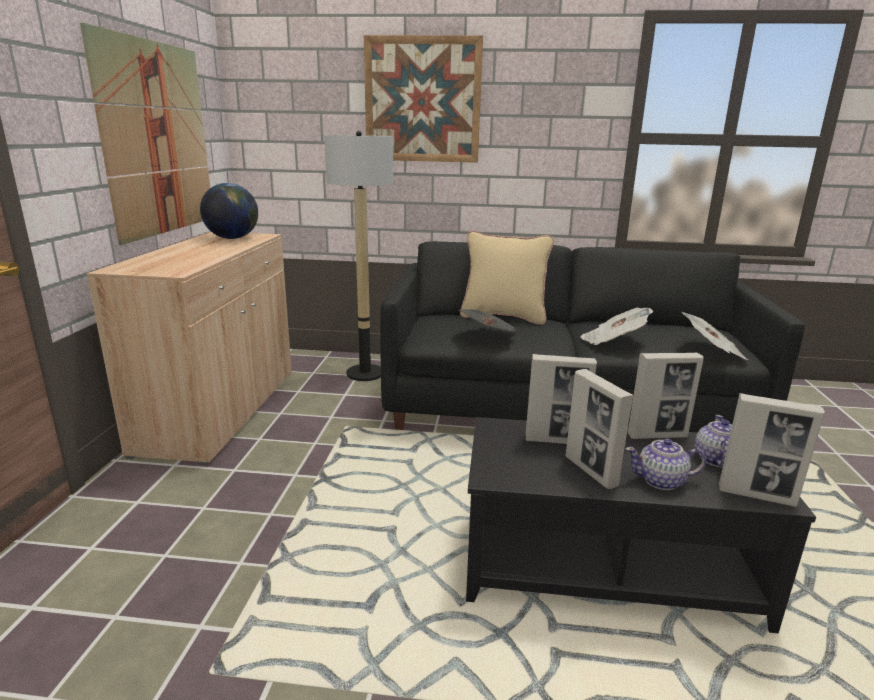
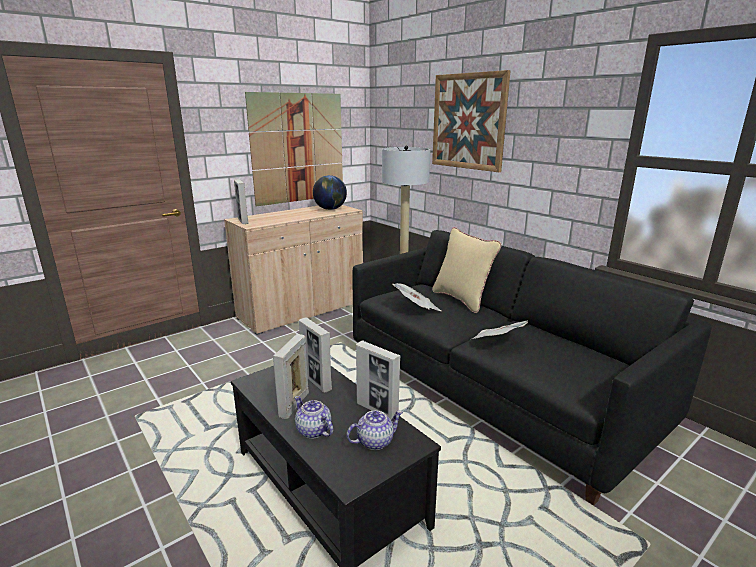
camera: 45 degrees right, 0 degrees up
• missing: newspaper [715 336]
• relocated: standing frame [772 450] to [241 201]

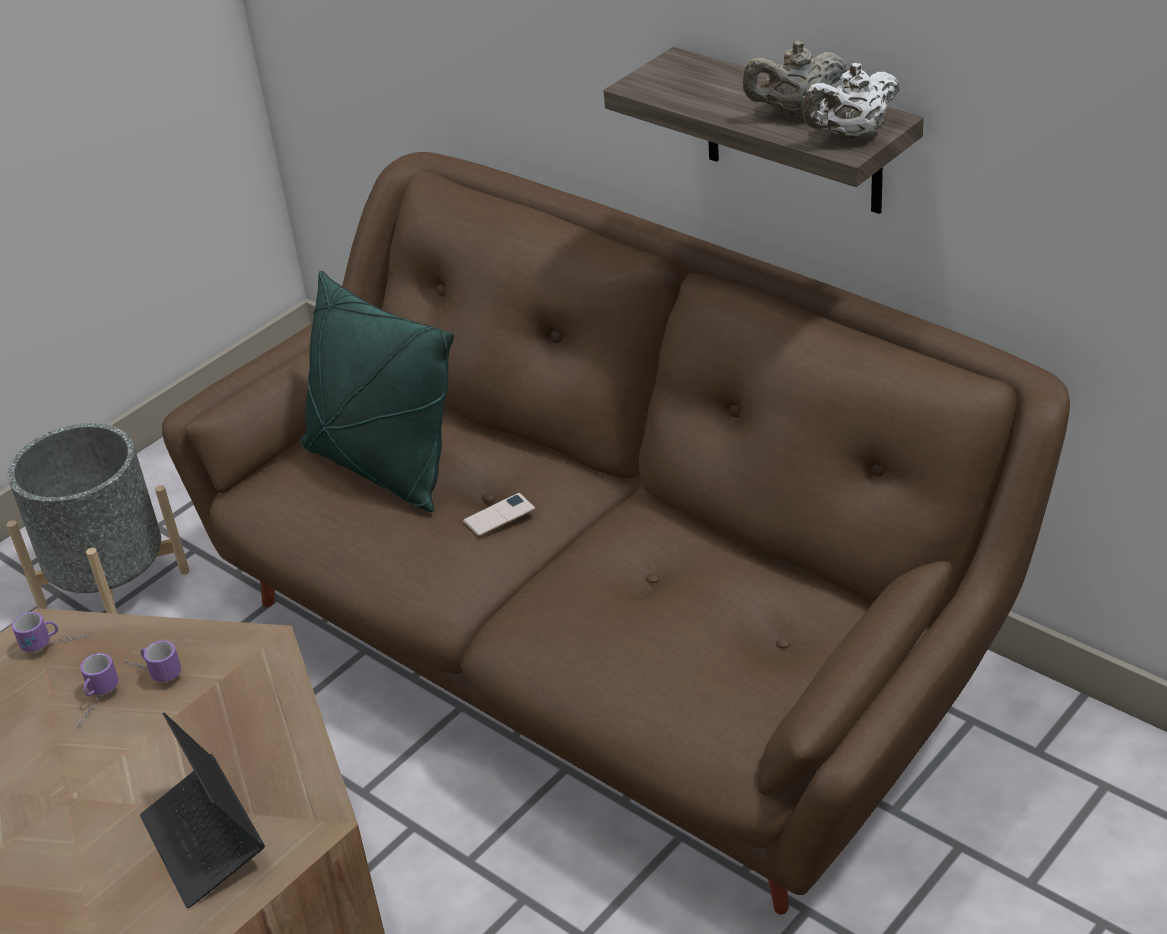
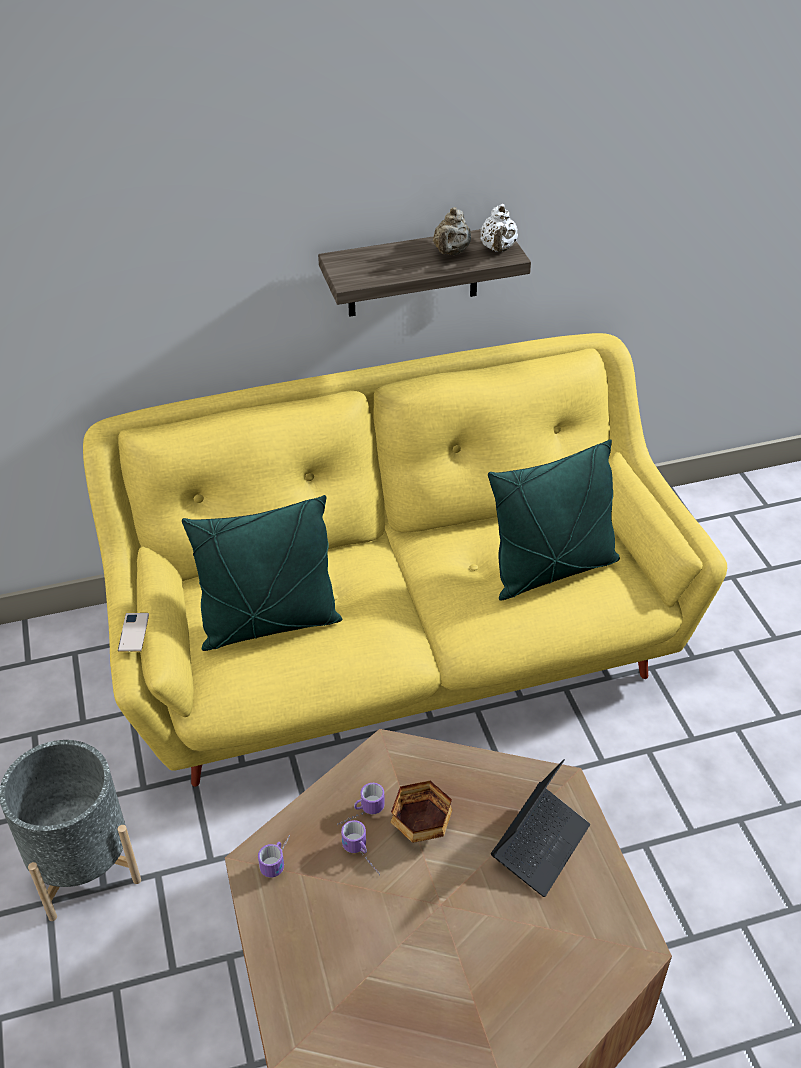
camera: 60 degrees left, 5 degrees up
• spun: notebook computer [202 810] = [540 828] 60 degrees counterclockwise
• colour: brown-coloured sofa [616 533] to yellowish sofa [405 560]
• relocated: telephone [499 515] to [133 632]
• appeared: bowl [421 812]
• appeared: green-coloured pillow [554 519]

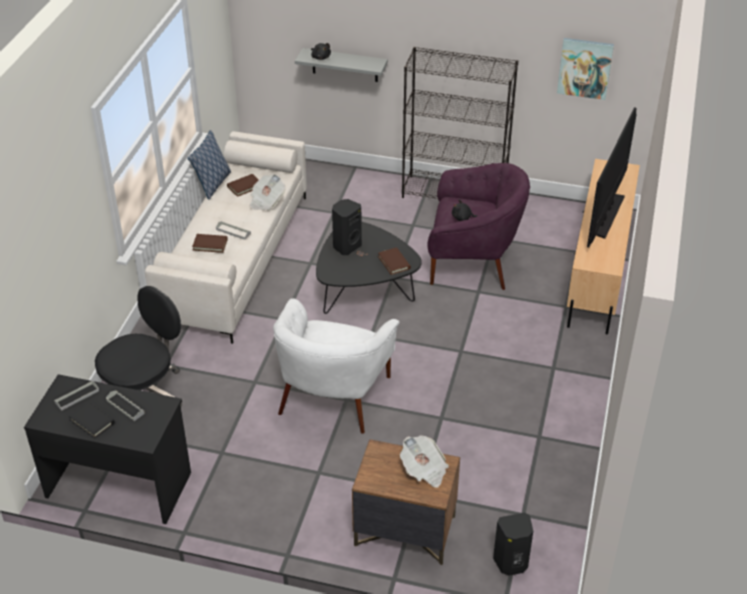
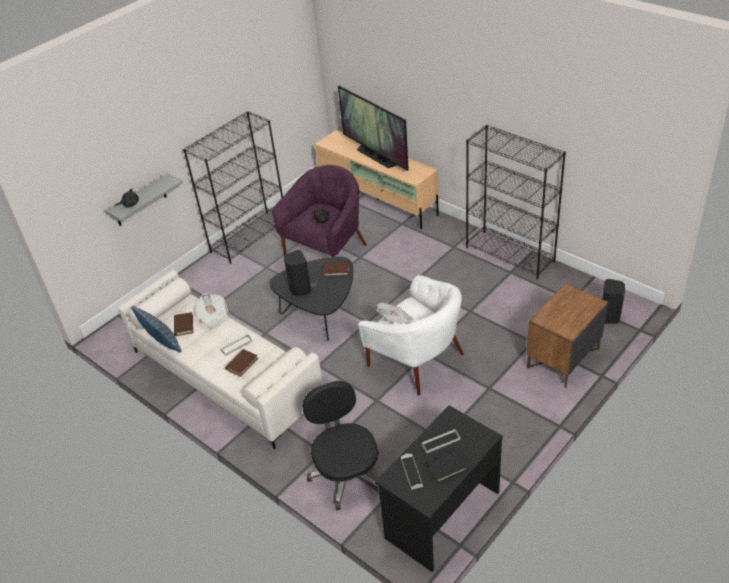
camera: 60 degrees left, 0 degrees up
• relocated: newspaper [424 461] to [394 313]
• missing: picture [585 69]
• appeared: black-coloured shelving unit [516 202]

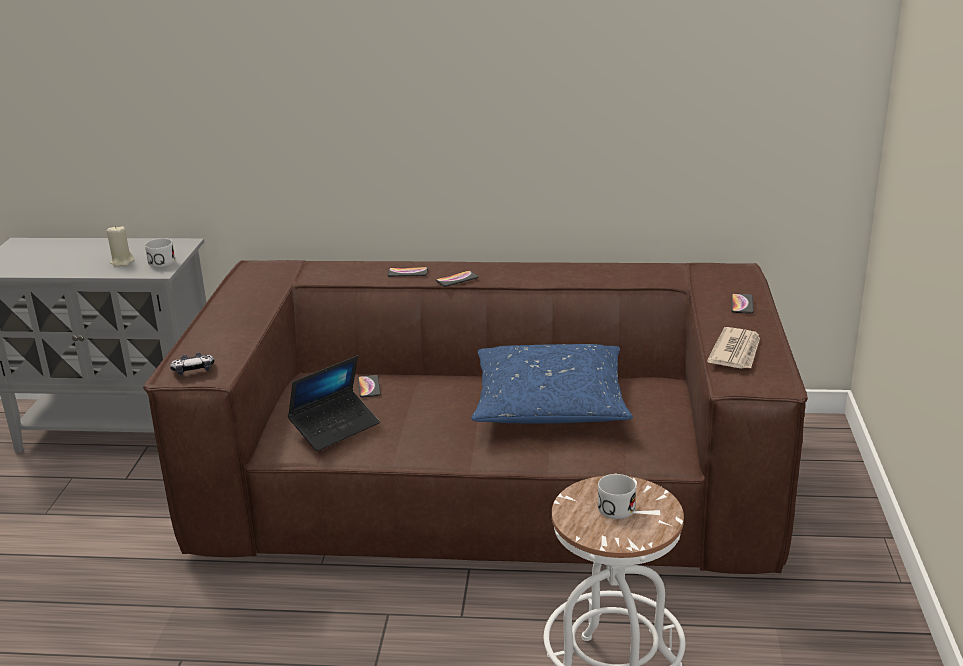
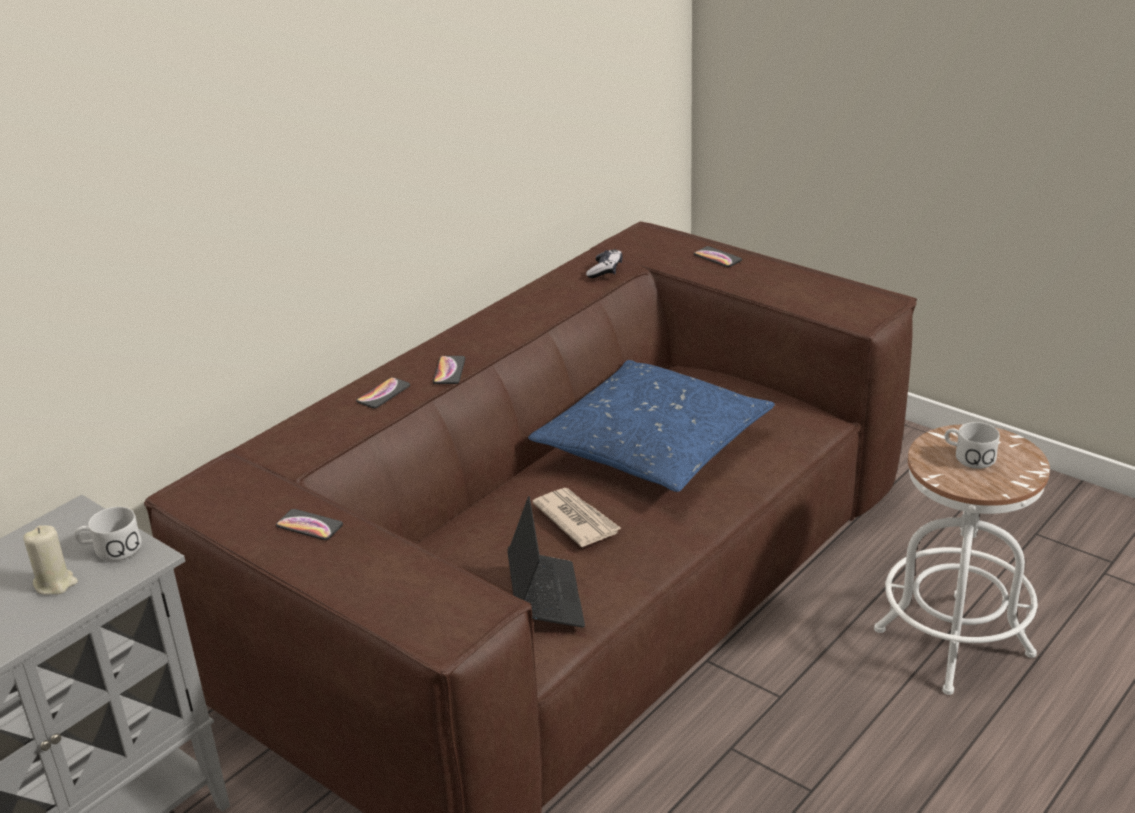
camera: 55 degrees left, 5 degrees up
• relocated: game controller [192 364] to [604 263]
• relocated: telephone [369 386] to [309 524]
• relocated: newspaper [733 348] to [577 517]

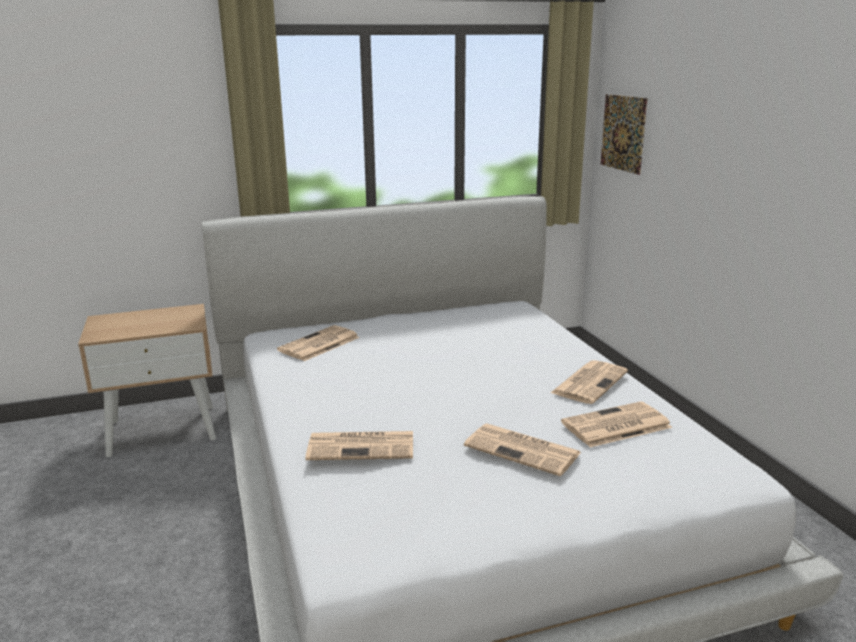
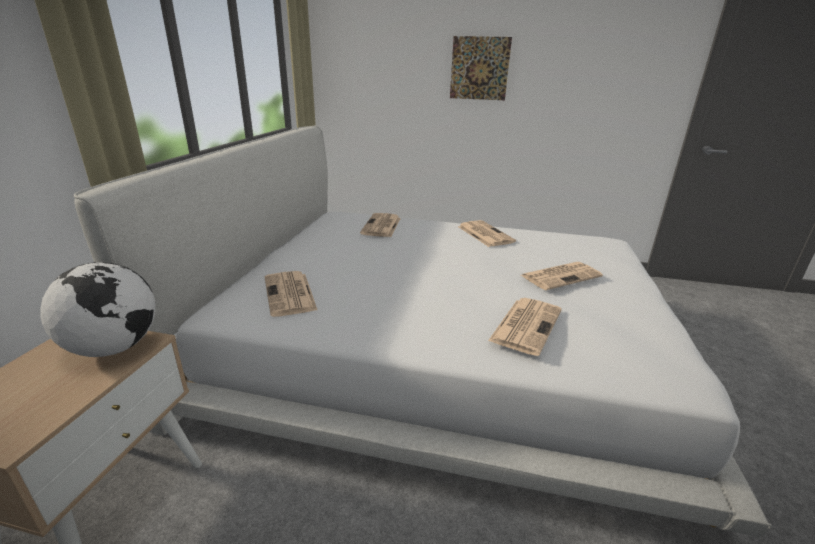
camera: 60 degrees left, 5 degrees up
• relocated: newspaper [616 424] to [380 225]
• relocated: picture [624 134] to [481 68]
• appeared: globe [98 309]

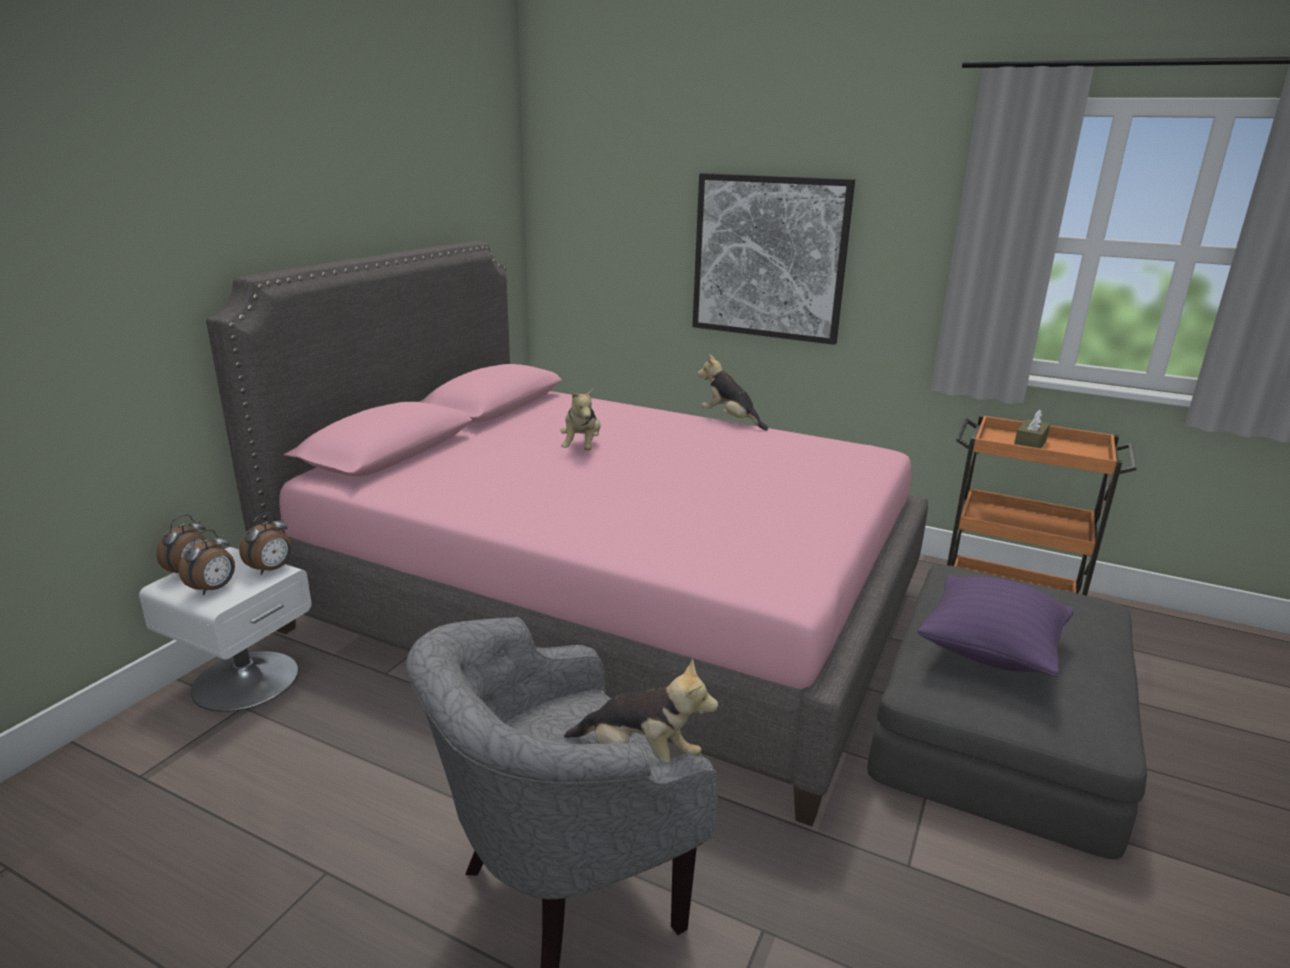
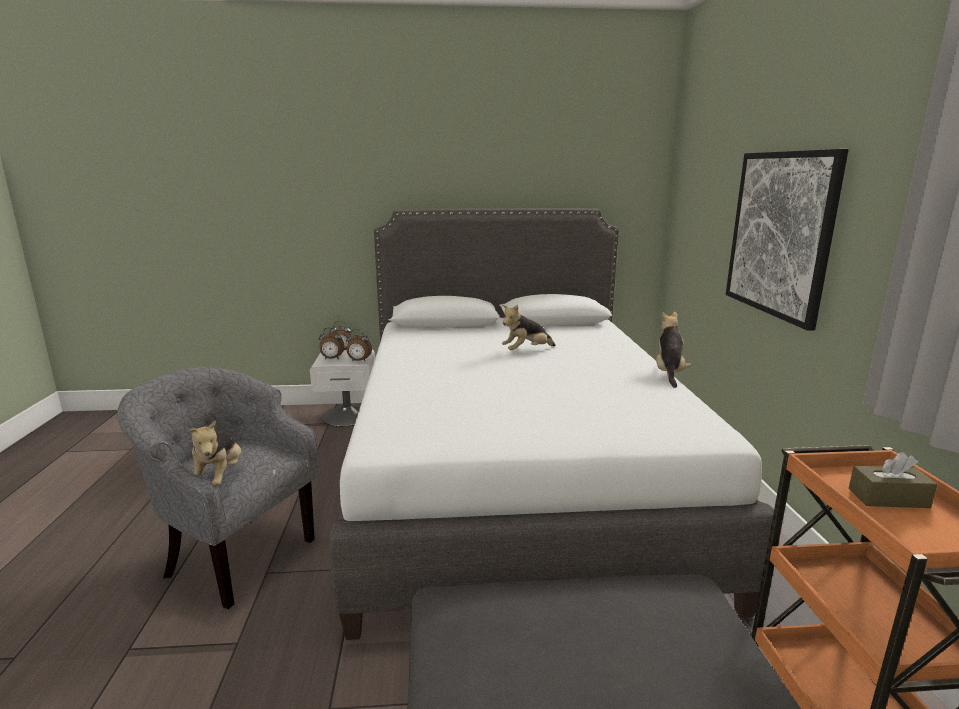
camera: 60 degrees right, 5 degrees down
• colour: pink bedroom bed [567 533] to white bedroom bed [551 424]
• missing: purplish pillow [995 626]

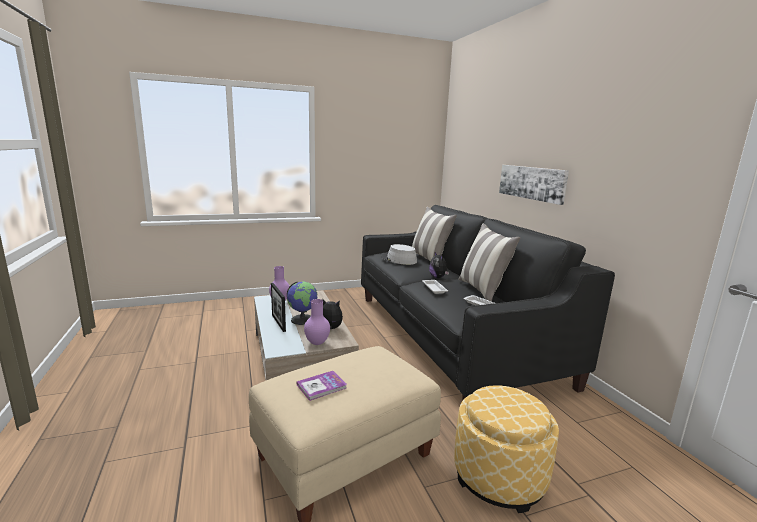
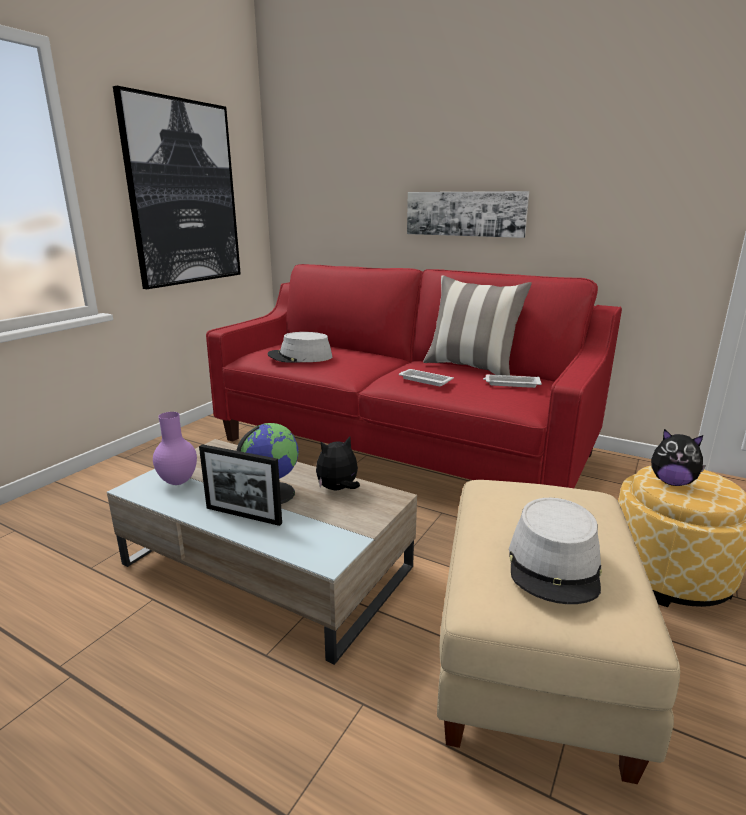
camera: 40 degrees left, 5 degrees up
• exchanged: book [322 386] to greyish hat [555 551]
• missing: purplish decorative vase [317 322]
• colour: black-coloured sofa [488 302] to red-coloured sofa [414 376]
• missing: pillow [434 234]
• relocated: plush toy [439 265] to [678 457]
• appeared: picture [177 187]

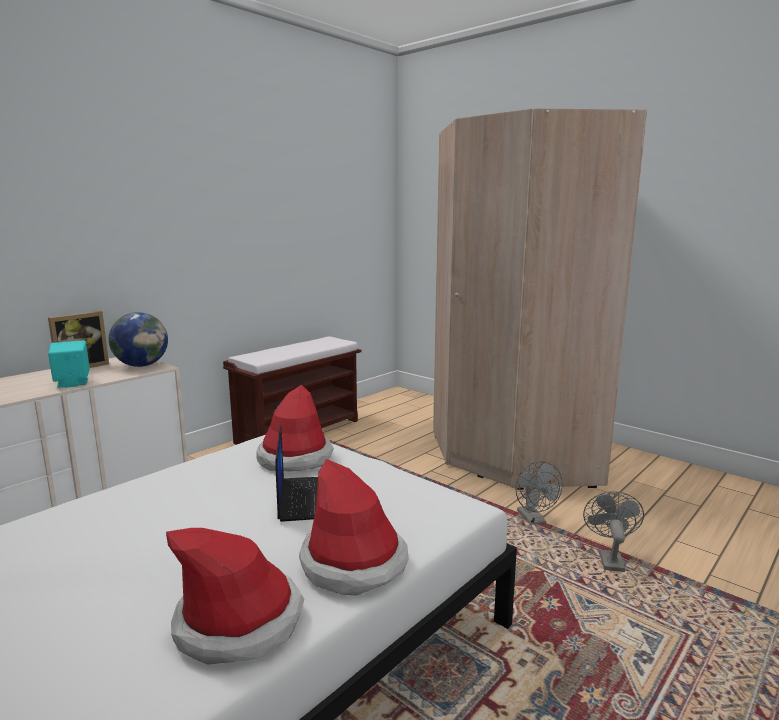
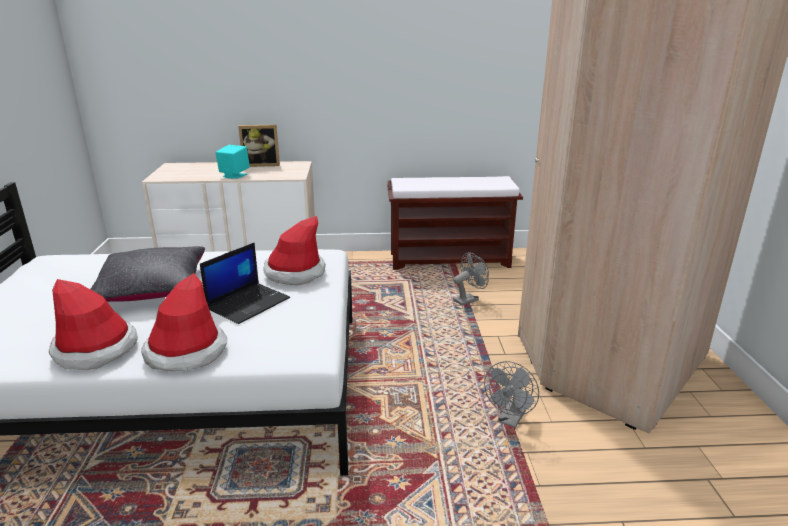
camera: 45 degrees right, 10 degrees up
• missing: globe [138 339]
• relocated: greyish electric fan [613 531] to [471 279]
• appeared: black-coloured pillow [147 274]

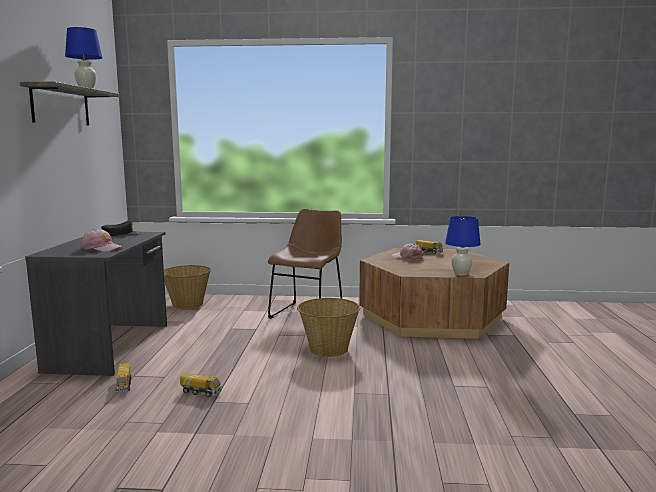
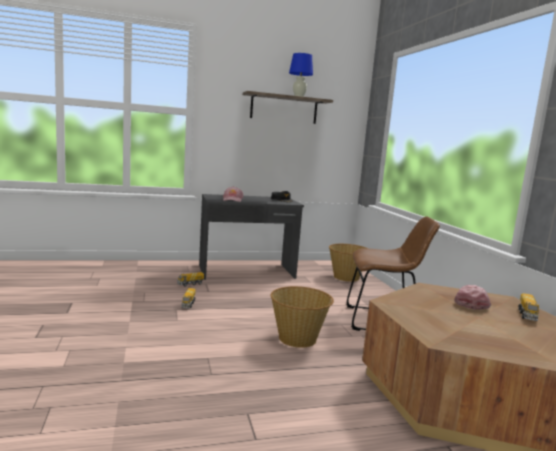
camera: 70 degrees right, 0 degrees up
• missing: bluish lamp for a table [463 246]

